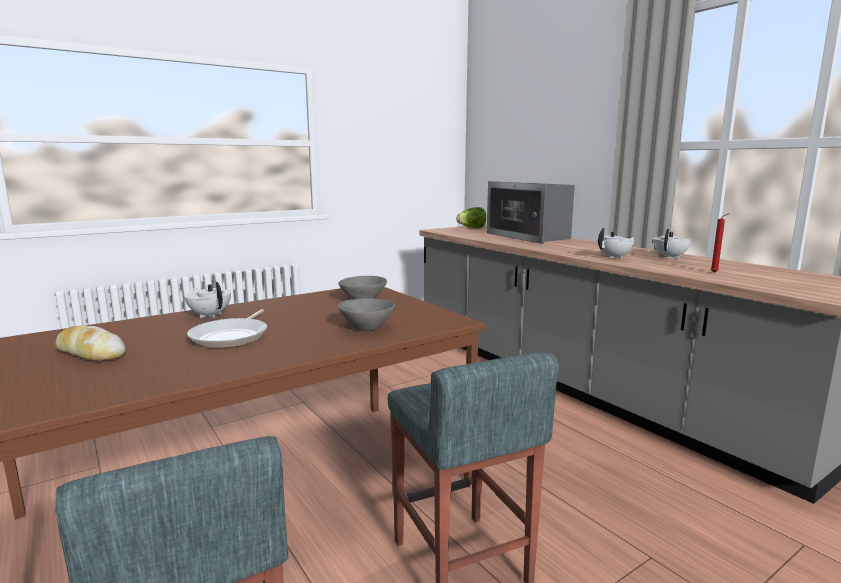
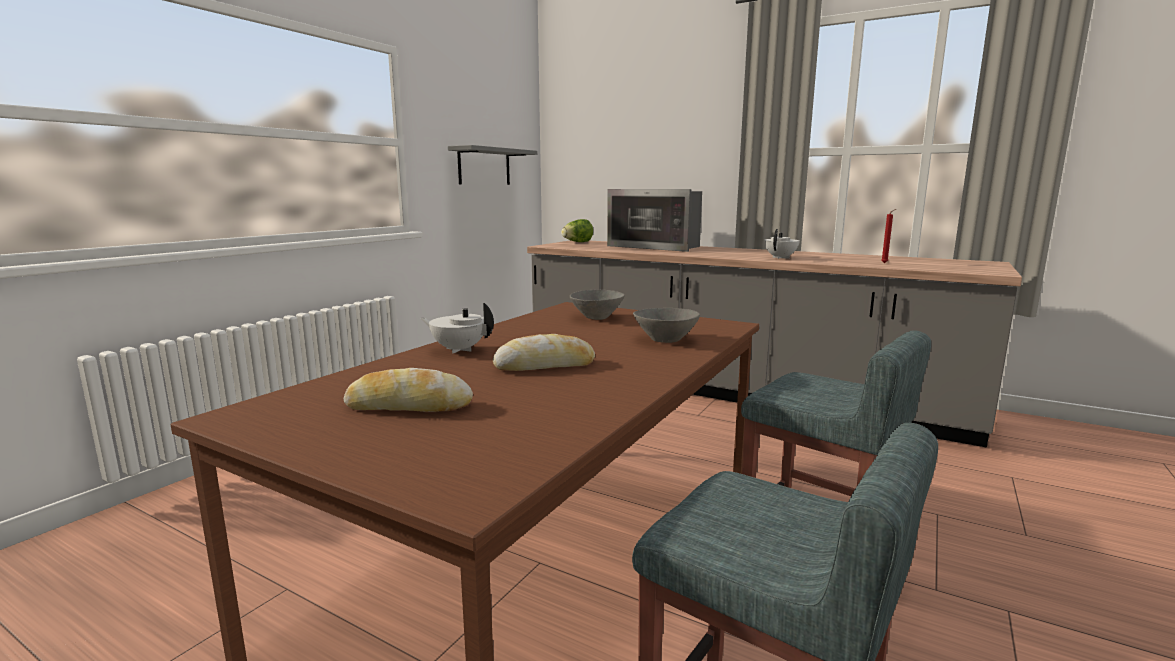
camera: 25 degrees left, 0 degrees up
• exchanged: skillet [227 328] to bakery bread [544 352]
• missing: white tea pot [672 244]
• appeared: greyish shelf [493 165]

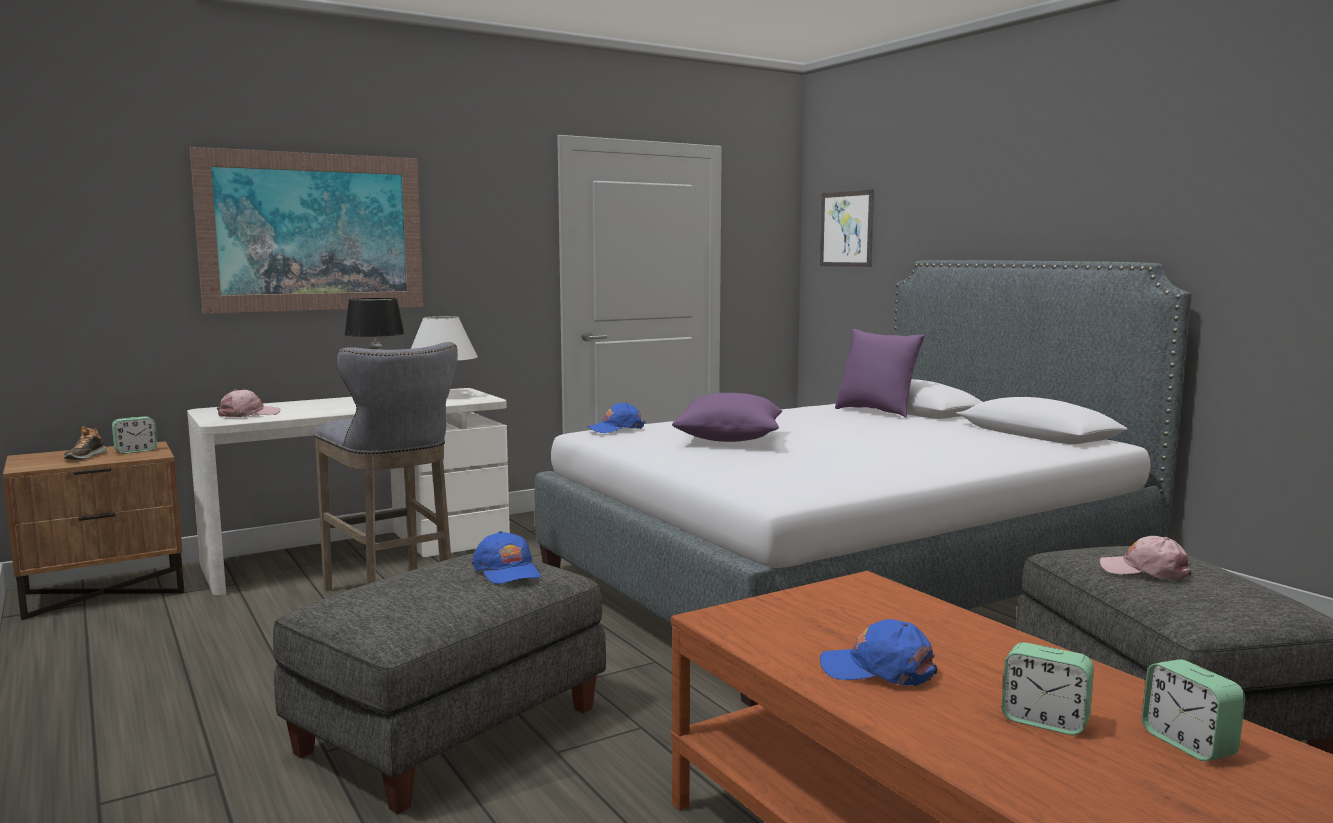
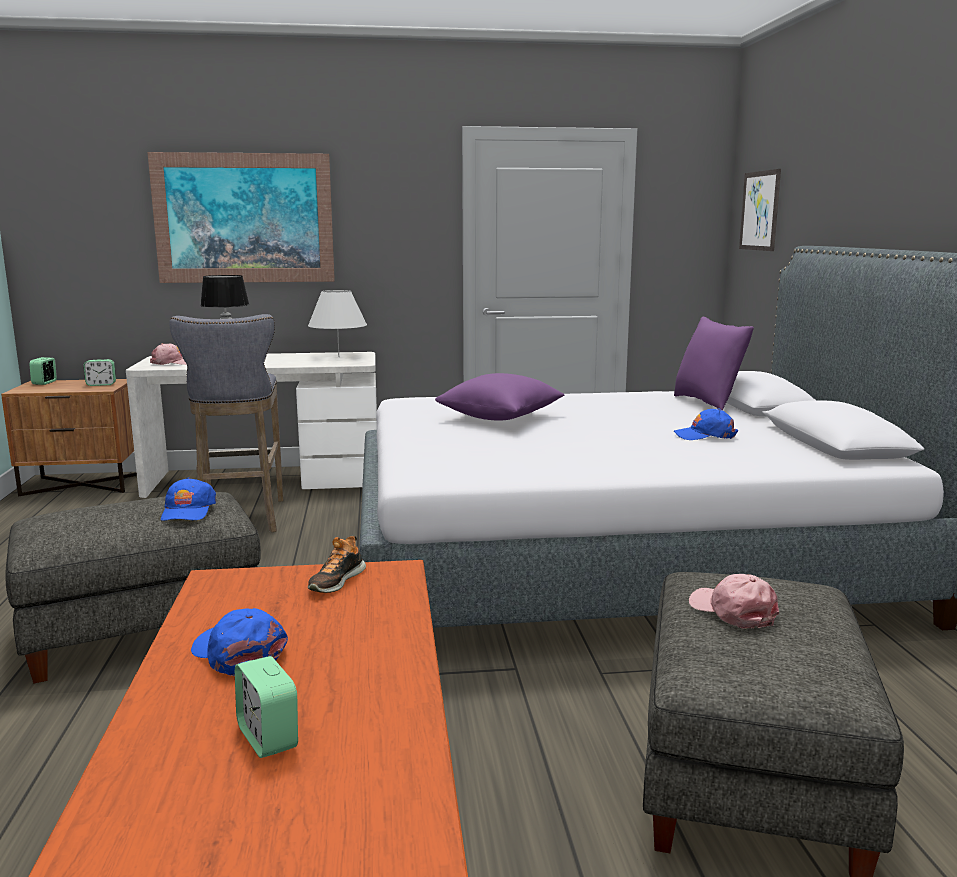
camera: 25 degrees right, 5 degrees up
• relocated: low shoe [85 443] to [337 564]
• relocated: bluish cap [617 418] to [706 424]
• relocated: alarm clock [1194 710] to [43 371]

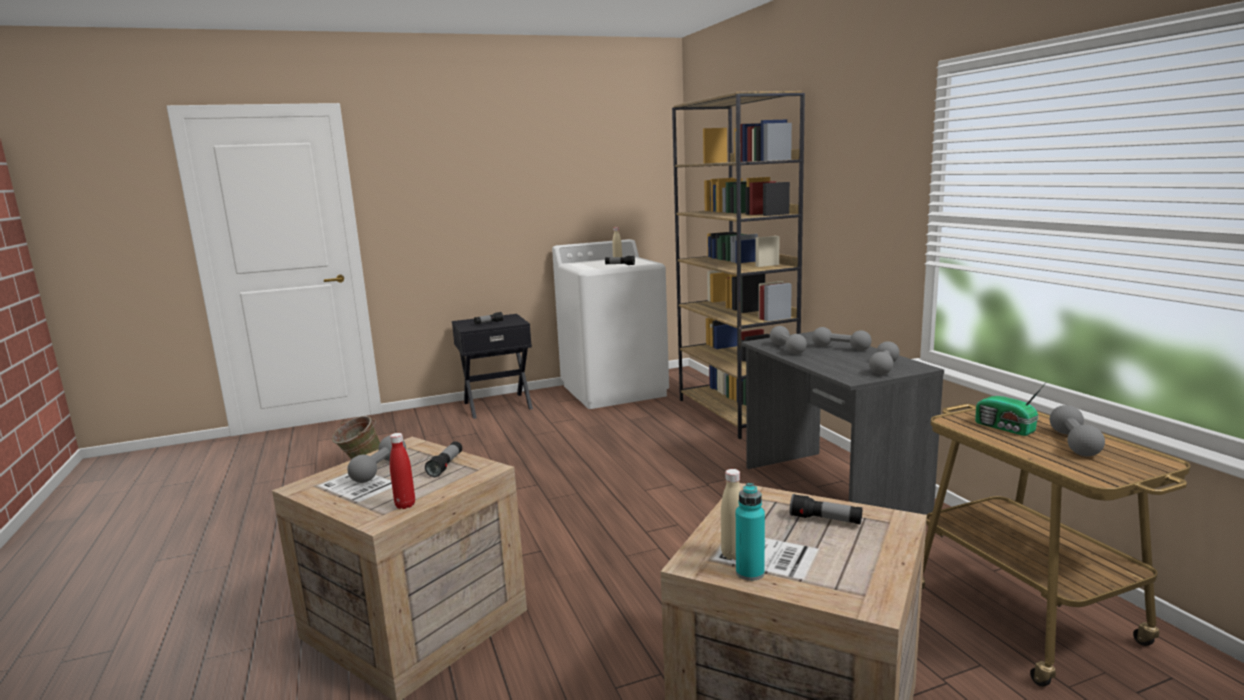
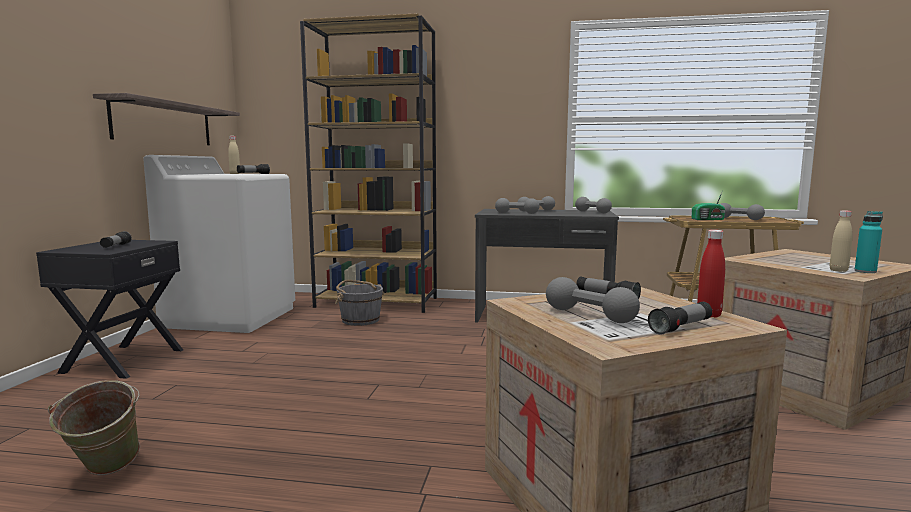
camera: 60 degrees left, 5 degrees down
• relocated: hand torch [826 509] to [680 318]
• appeared: shelf [166 119]
• appeared: greyish pail [359 303]

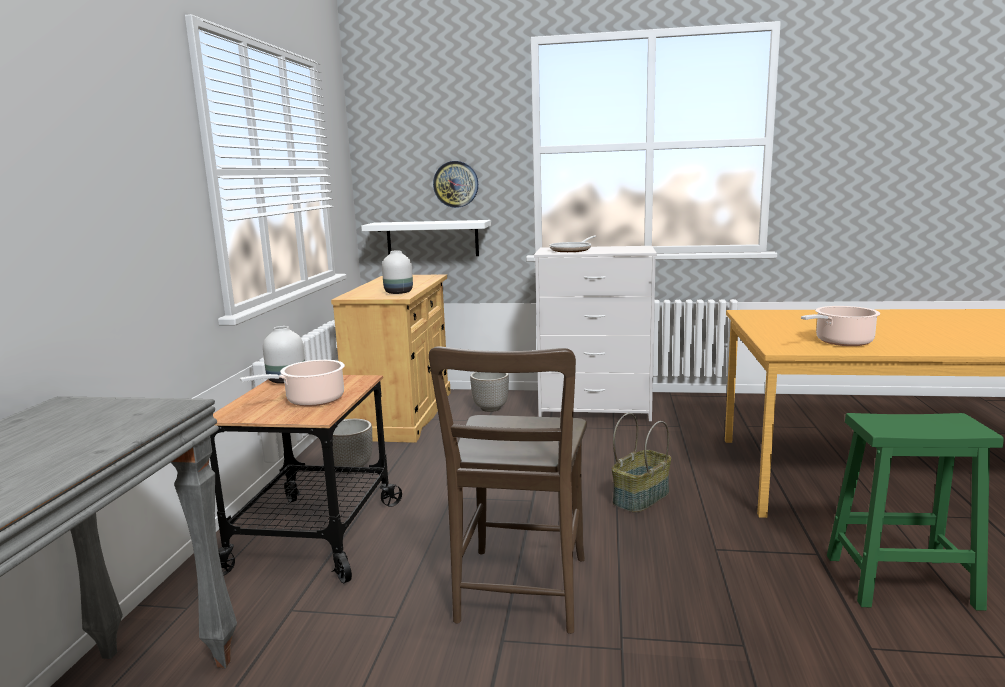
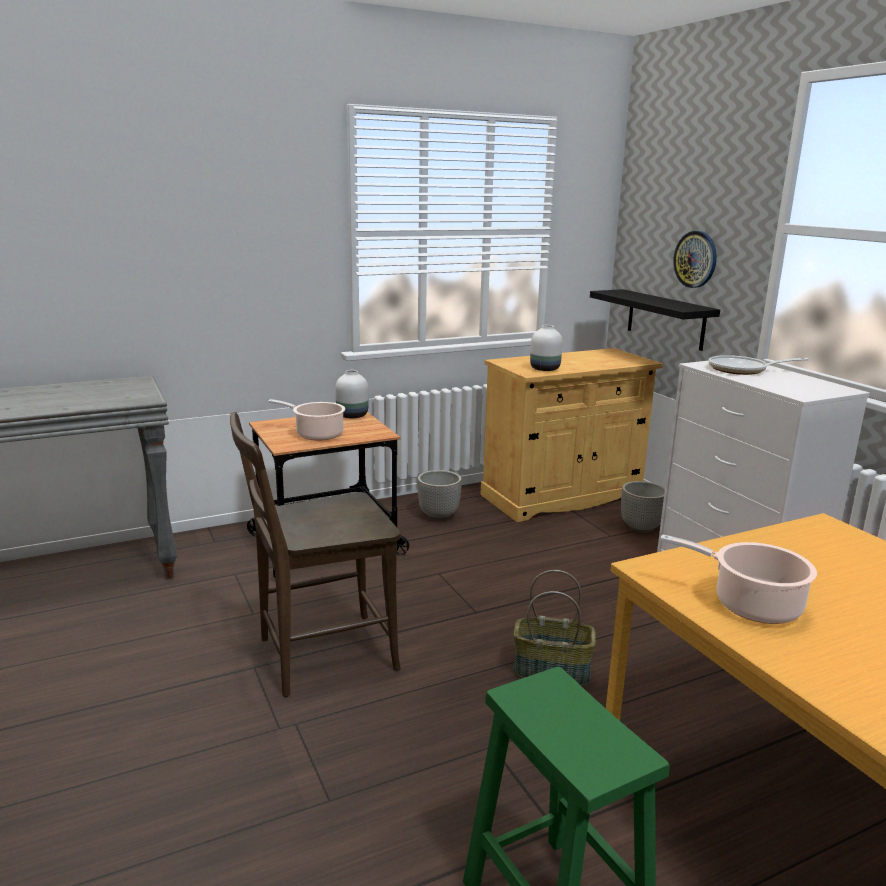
camera: 55 degrees right, 5 degrees up
• colour: white shelf [426 238] to black-coloured shelf [655 320]

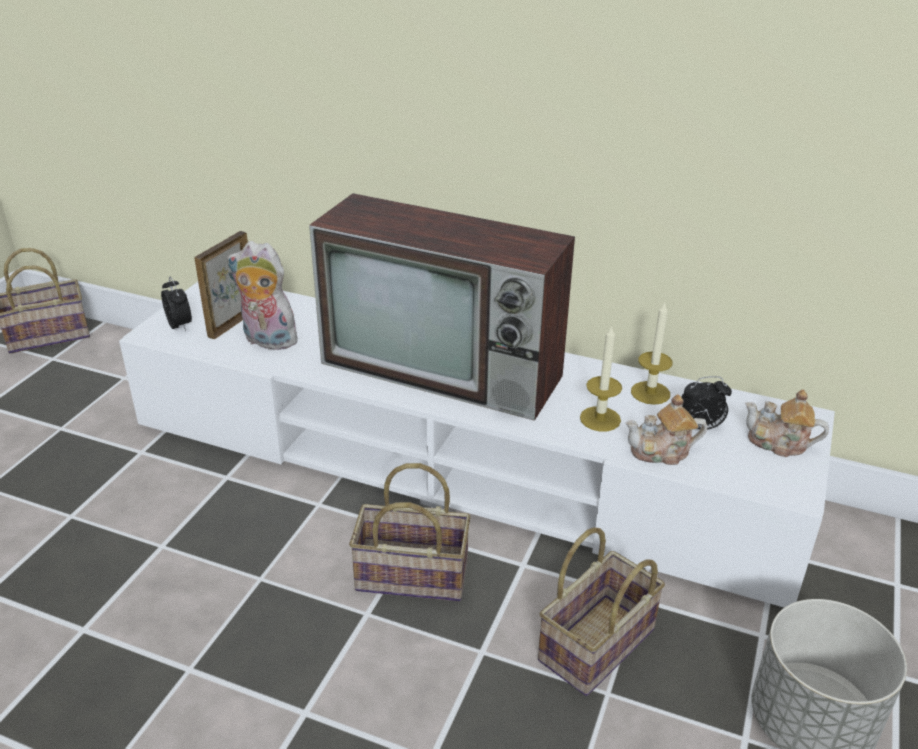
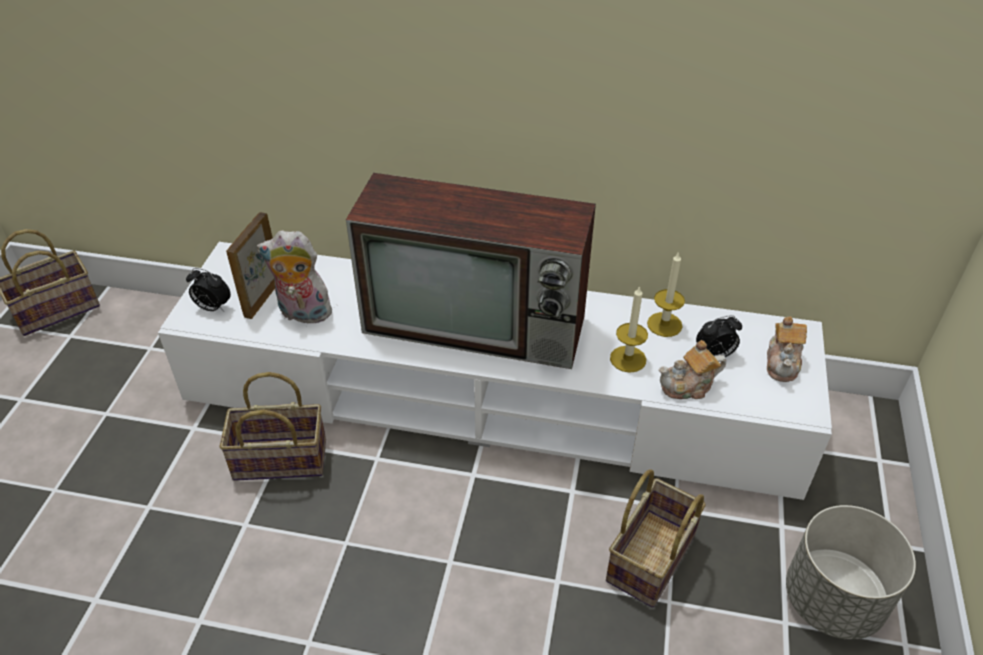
camera: 10 degrees left, 10 degrees up
• spun: alarm clock [176 304] = [208 290] 150 degrees clockwise
• relocated: household basket [410 532] to [272 426]
• spun: tea pot [787 423] = [787 349] 90 degrees counterclockwise

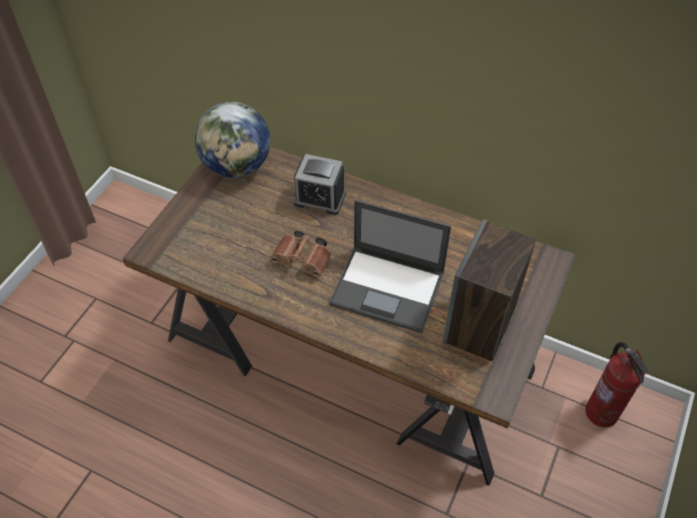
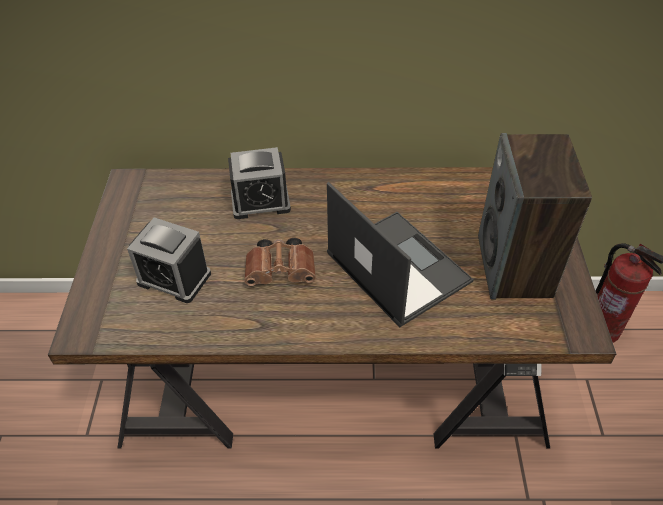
camera: 25 degrees left, 5 degrees down
• missing: globe [232 140]
• spun: notebook computer [390 266] = [400 255] 120 degrees counterclockwise
• appeared: alarm clock [169 260]

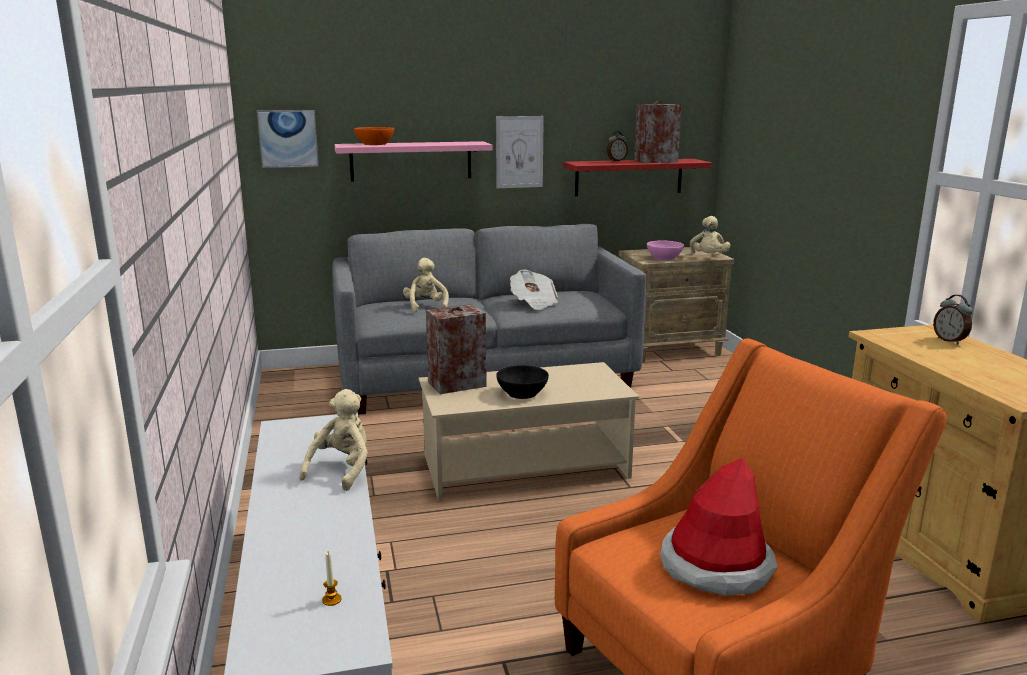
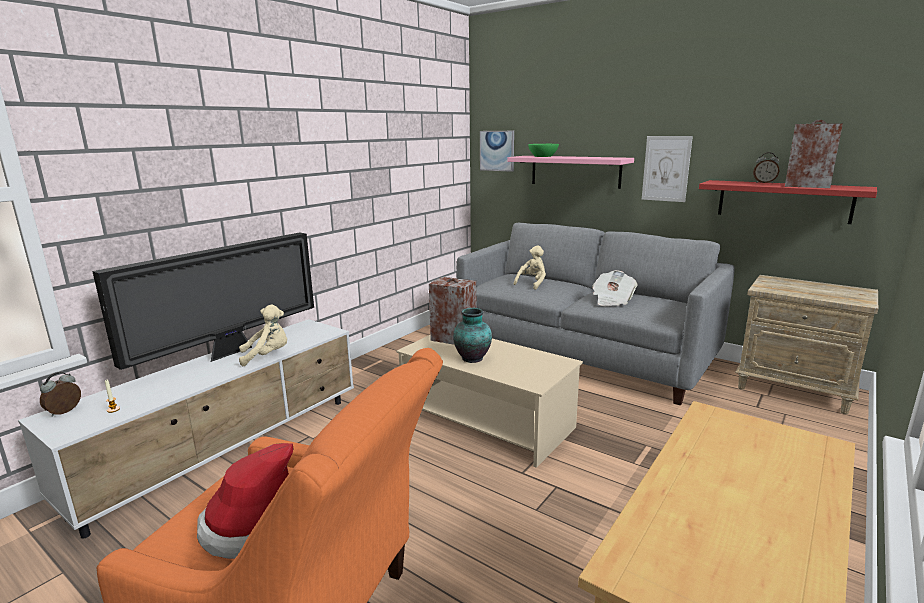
camera: 50 degrees right, 0 degrees up
• colour: orangey bowl [374 136] to green-coloured bowl [543 150]
• exchanged: black-coloured bowl [522 382] to decorative vase [472 335]
• missing: pink bowl [665 250]
• missing: sand-coloured plush toy [710 235]
• relocated: alarm clock [953 319] to [60 394]
• appeared: TV set [203 301]

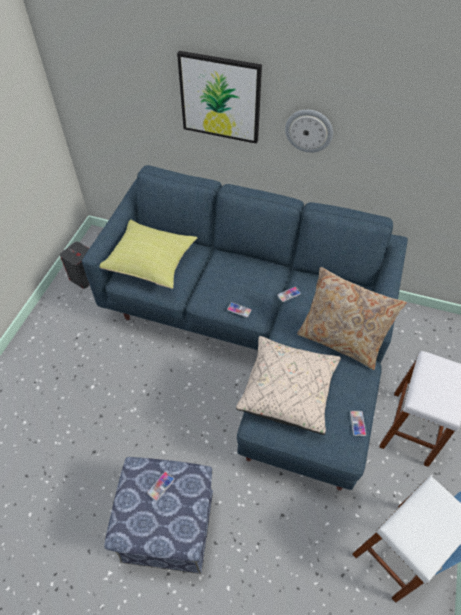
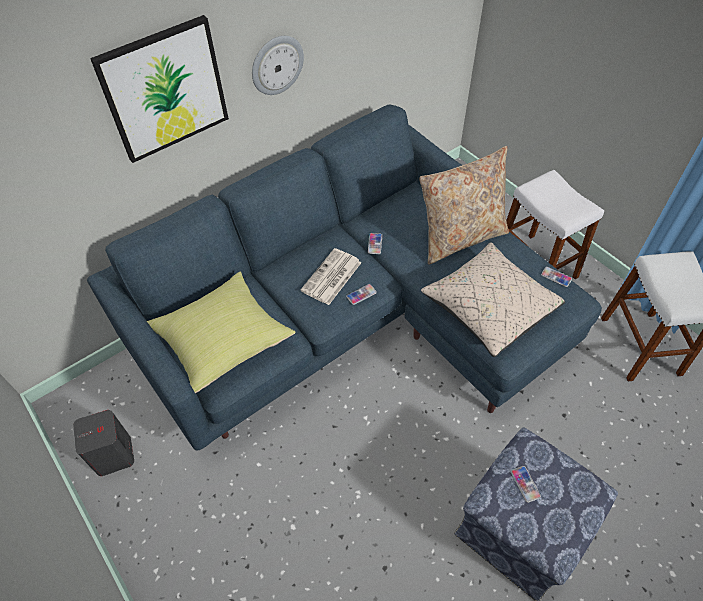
camera: 55 degrees left, 0 degrees up
• appeared: newspaper [331 276]

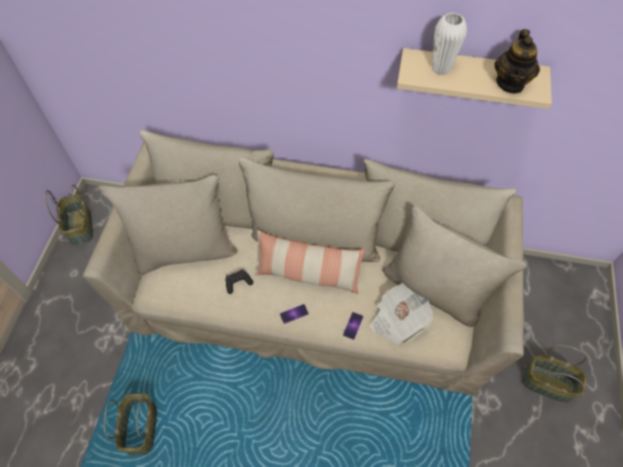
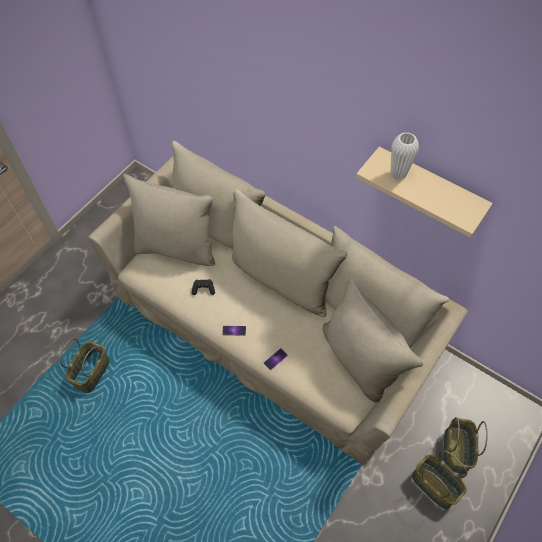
camera: 25 degrees right, 0 degrees up
• relocated: household basket [69 214] to [466 445]
• missing: pillow [310 262]
• missing: newspaper [401 314]
• missing: tea pot [517 61]

